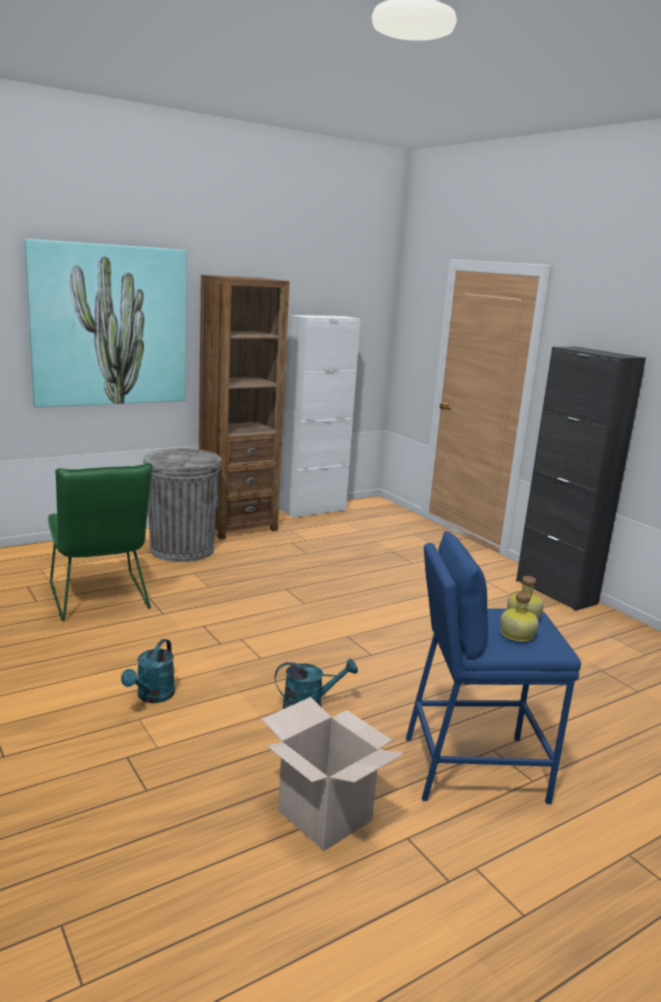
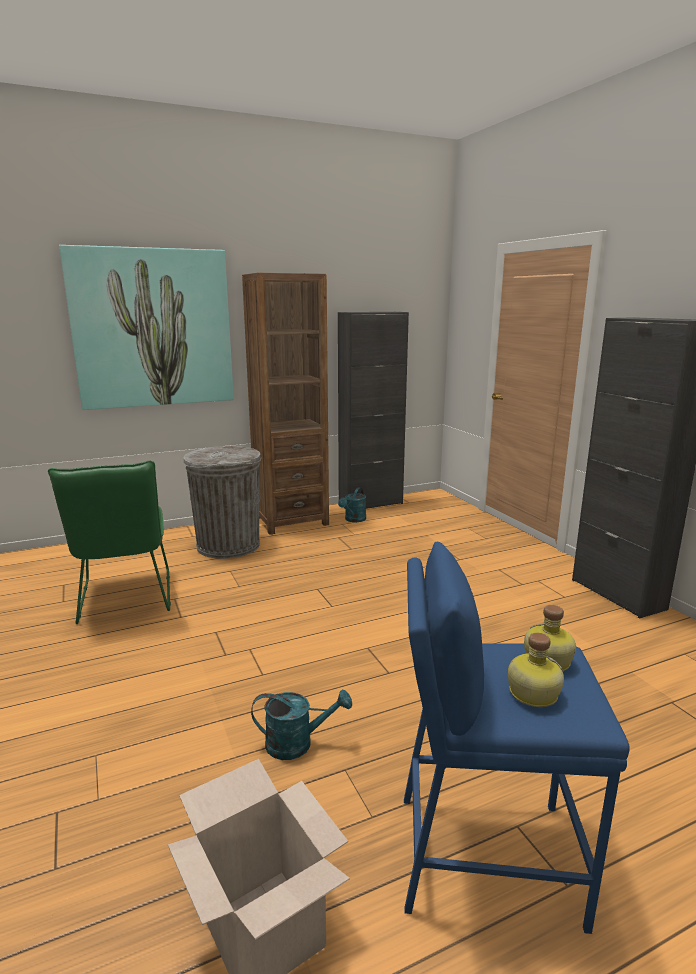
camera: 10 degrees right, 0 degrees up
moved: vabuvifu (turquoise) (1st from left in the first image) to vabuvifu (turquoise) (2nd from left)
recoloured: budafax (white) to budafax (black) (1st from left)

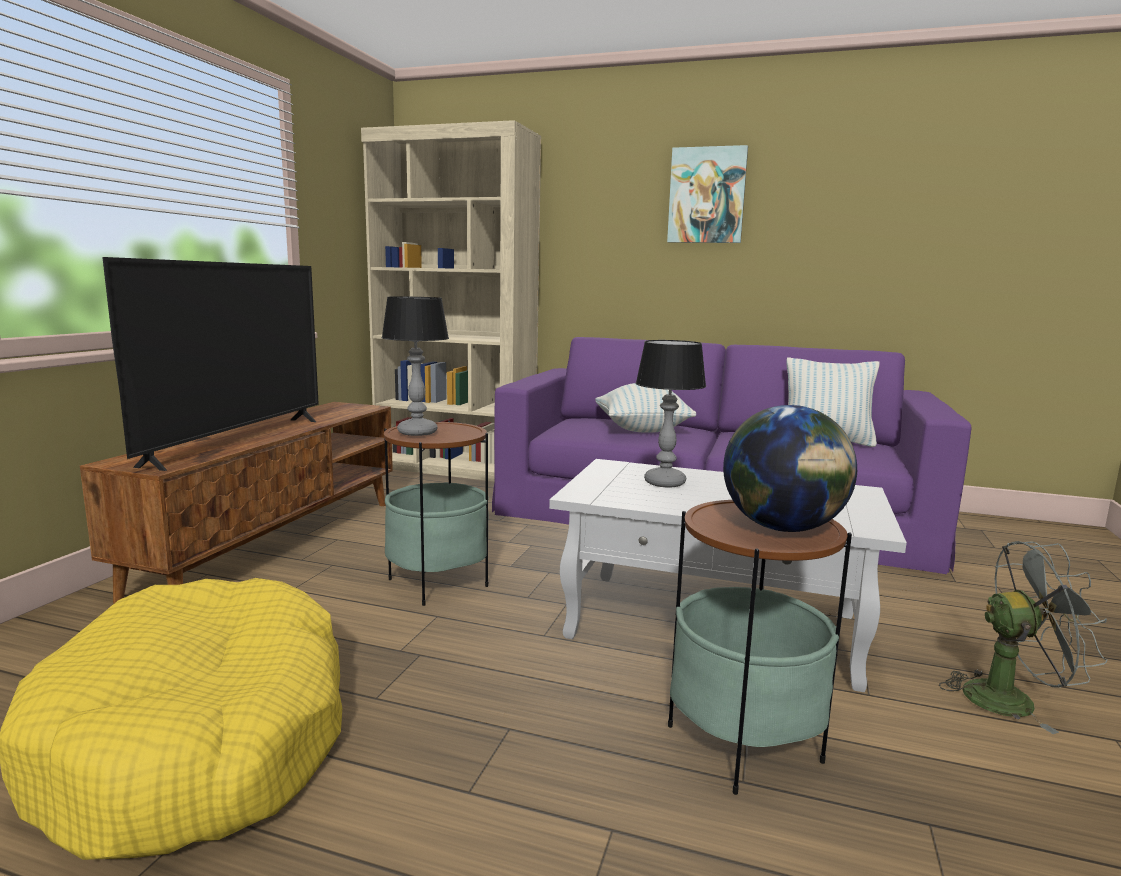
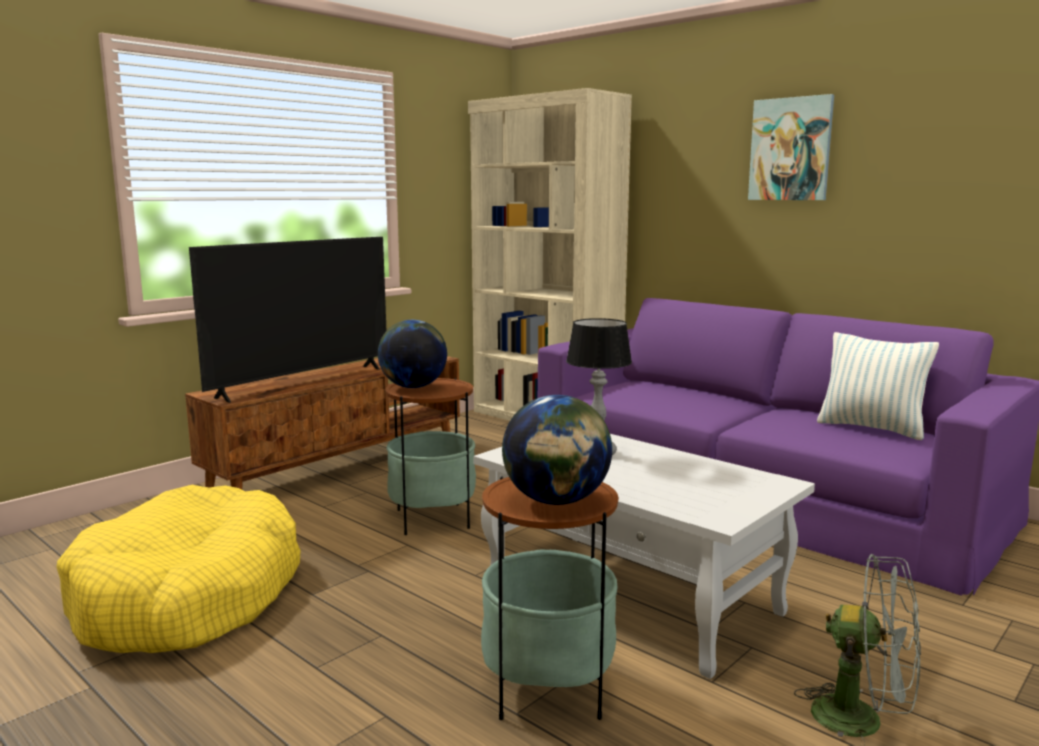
camera: 25 degrees right, 0 degrees up
removed: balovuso (1st from left)
replaced: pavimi (1st from left) to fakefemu (1st from left)

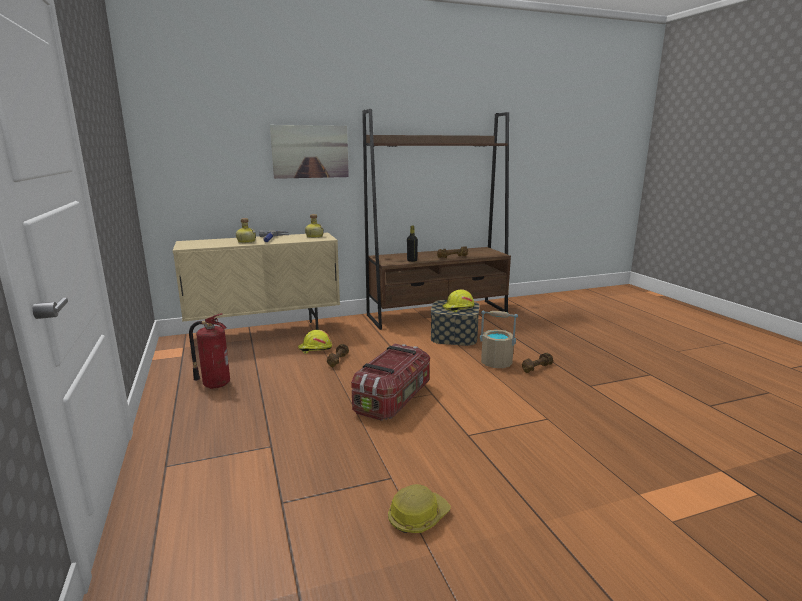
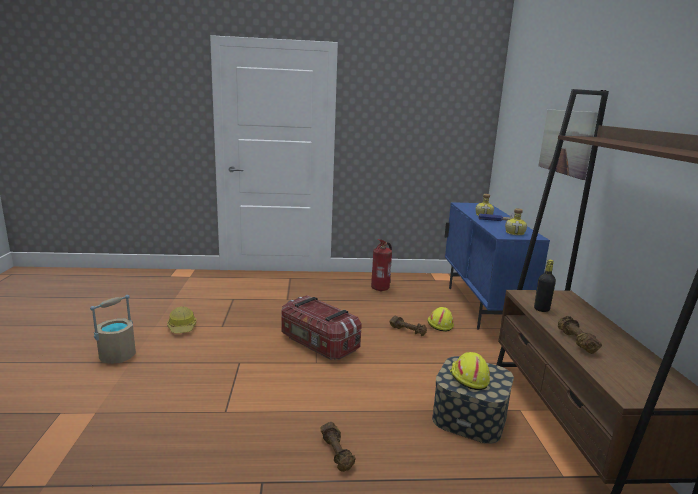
camera: 105 degrees right, 0 degrees up
moved: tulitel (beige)
recoloured: budafax (beige) to budafax (blue)

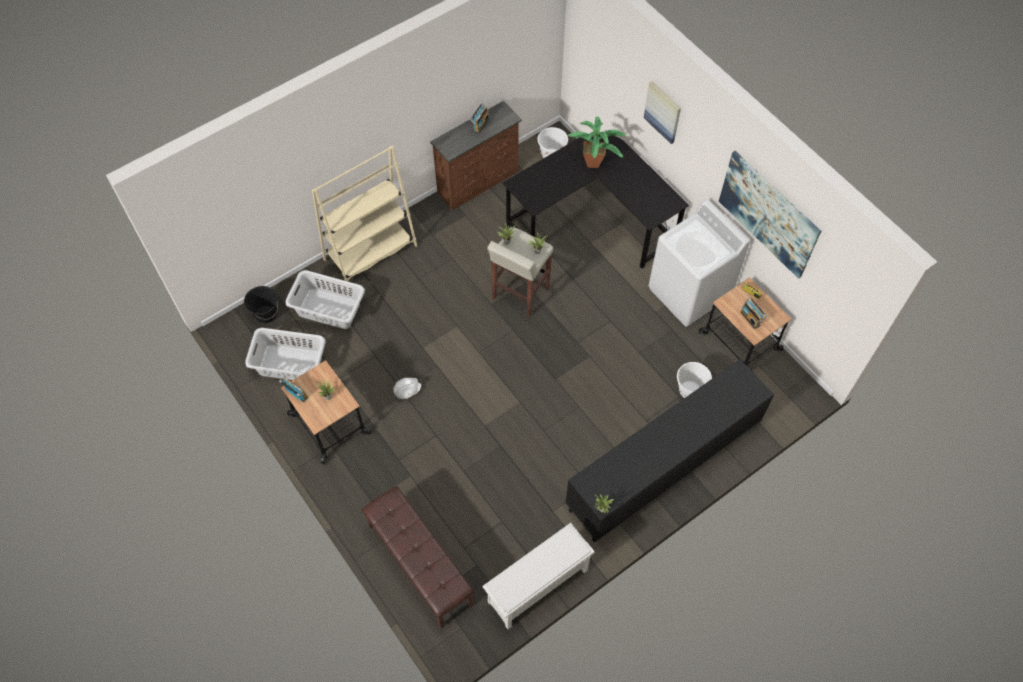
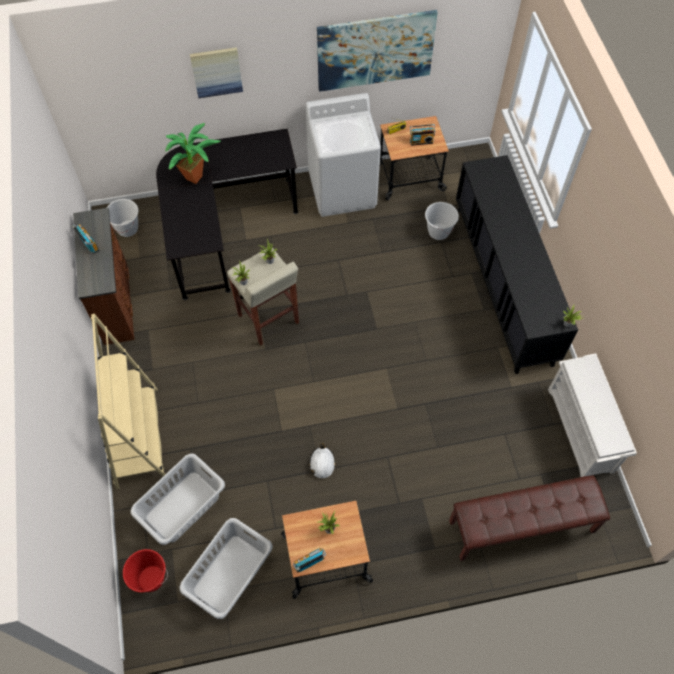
camera: 65 degrees left, 0 degrees up
recoloured: tulitel (black) to tulitel (red)

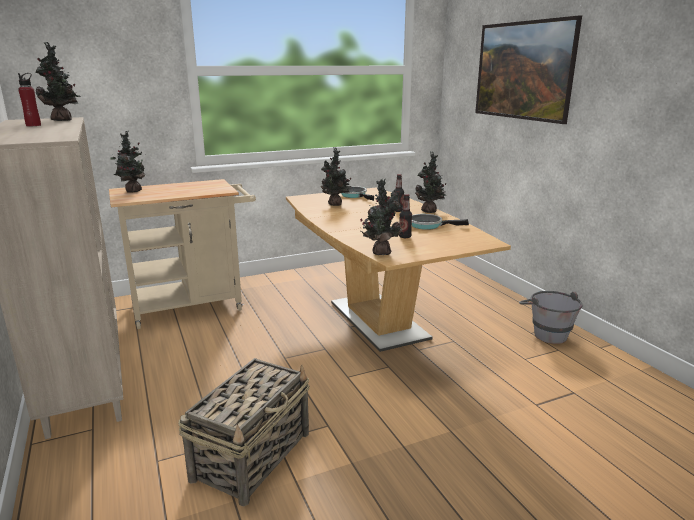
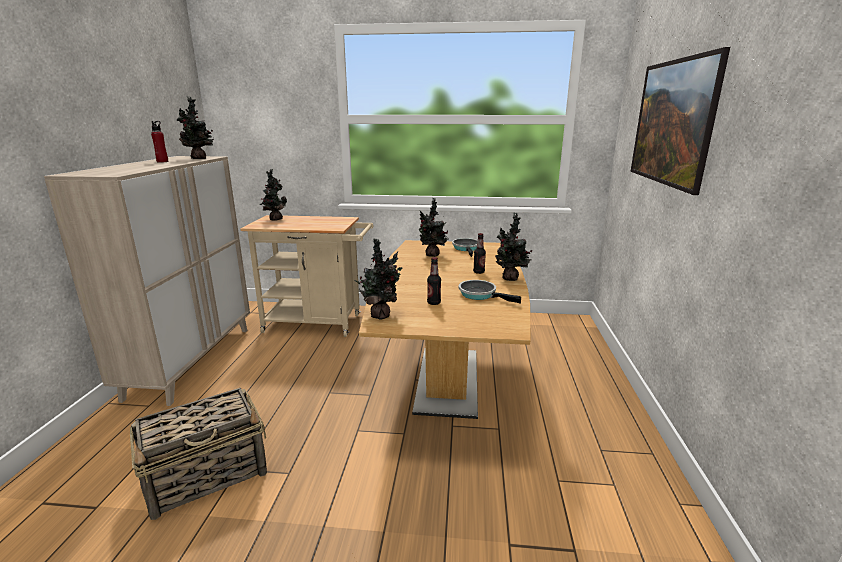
camera: 30 degrees right, 0 degrees up
removed: tulitel (grey)

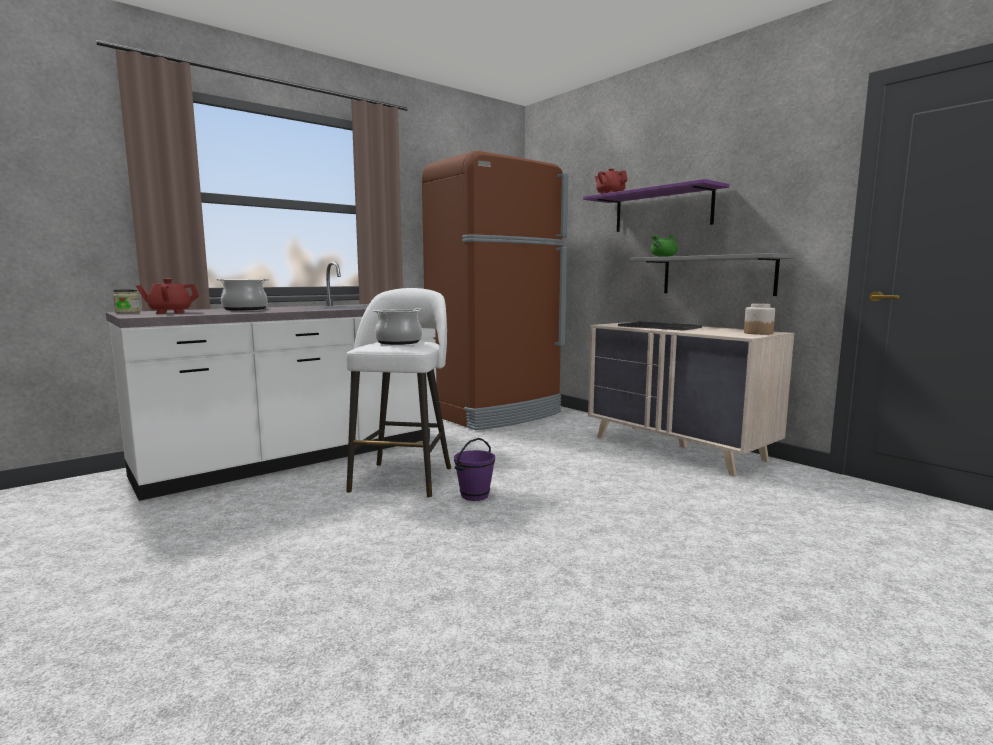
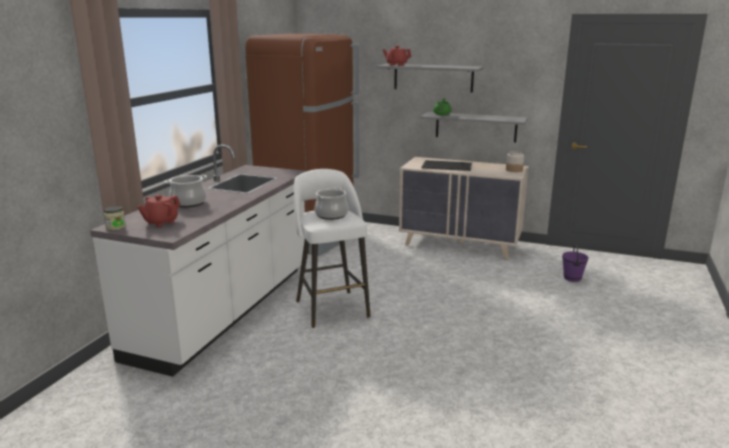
camera: 30 degrees left, 10 degrees up
moved: tulitel (purple)
recoloured: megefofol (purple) to megefofol (grey) (1st from left)

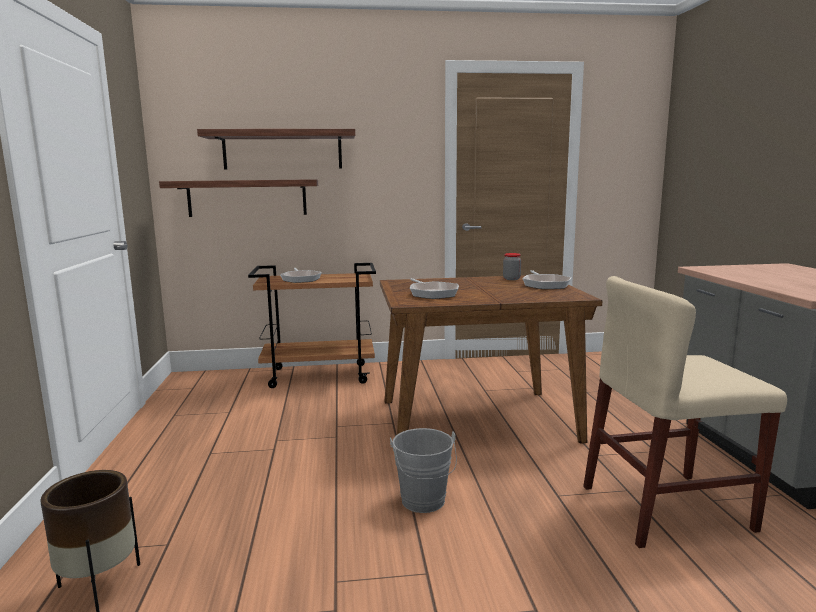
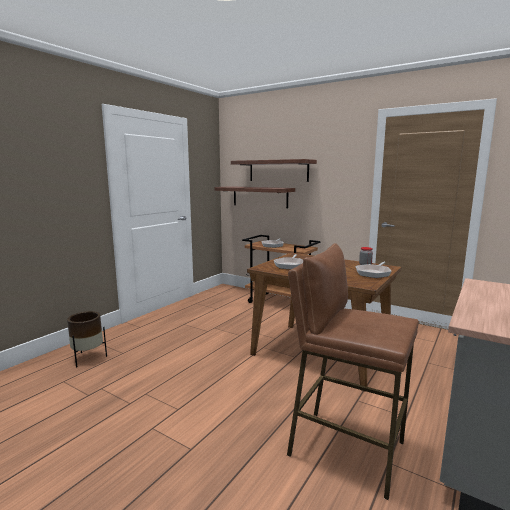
camera: 40 degrees right, 0 degrees up
removed: tulitel (grey)
replaced: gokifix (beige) to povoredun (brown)

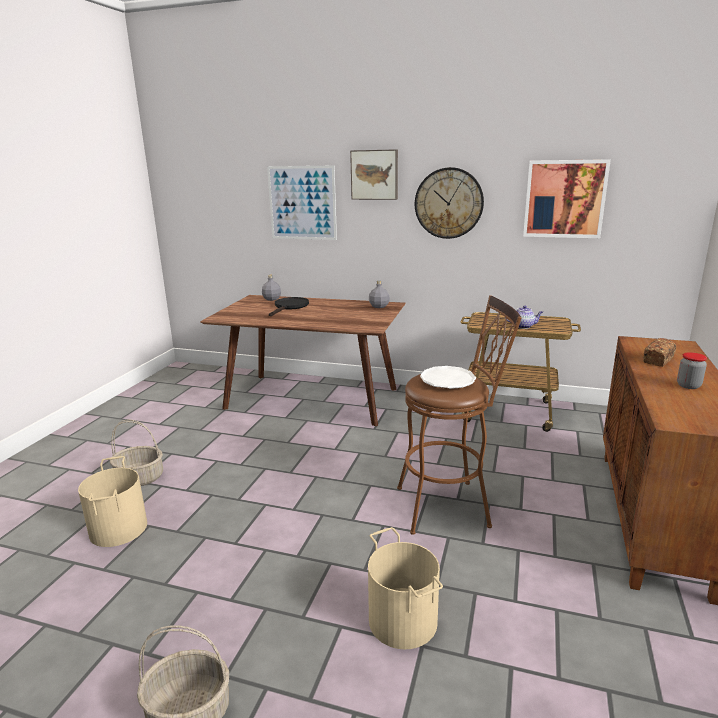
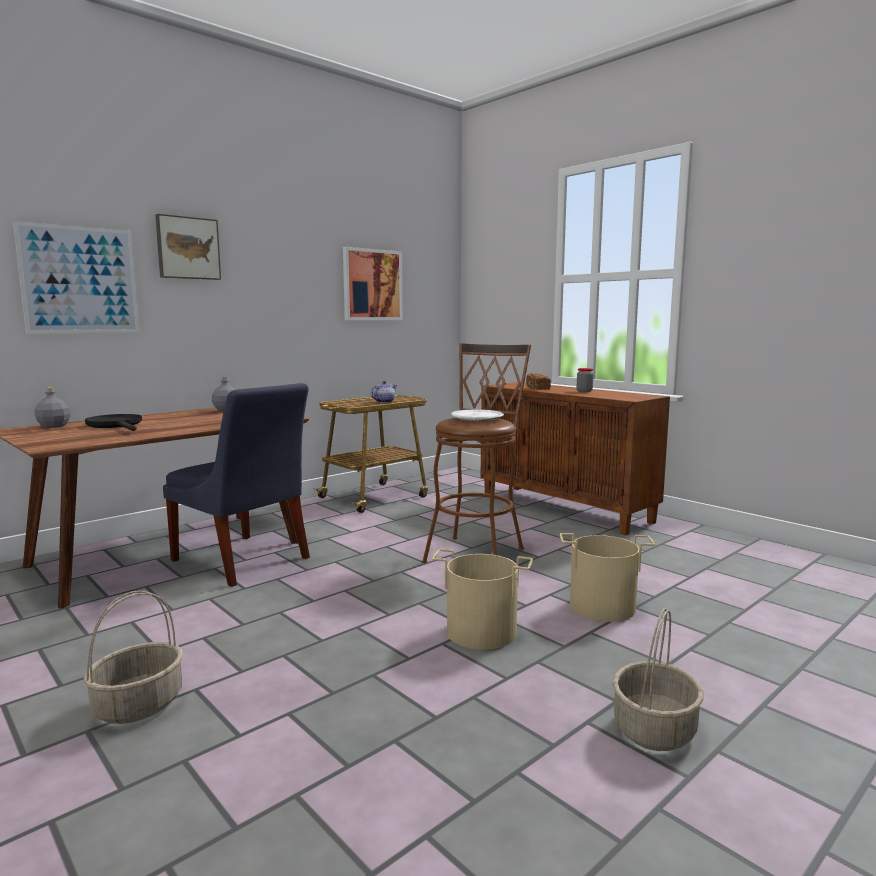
camera: 60 degrees left, 10 degrees down
removed: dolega
added: gokifix (blue)
moved: tulitel (beige) (1st from left)

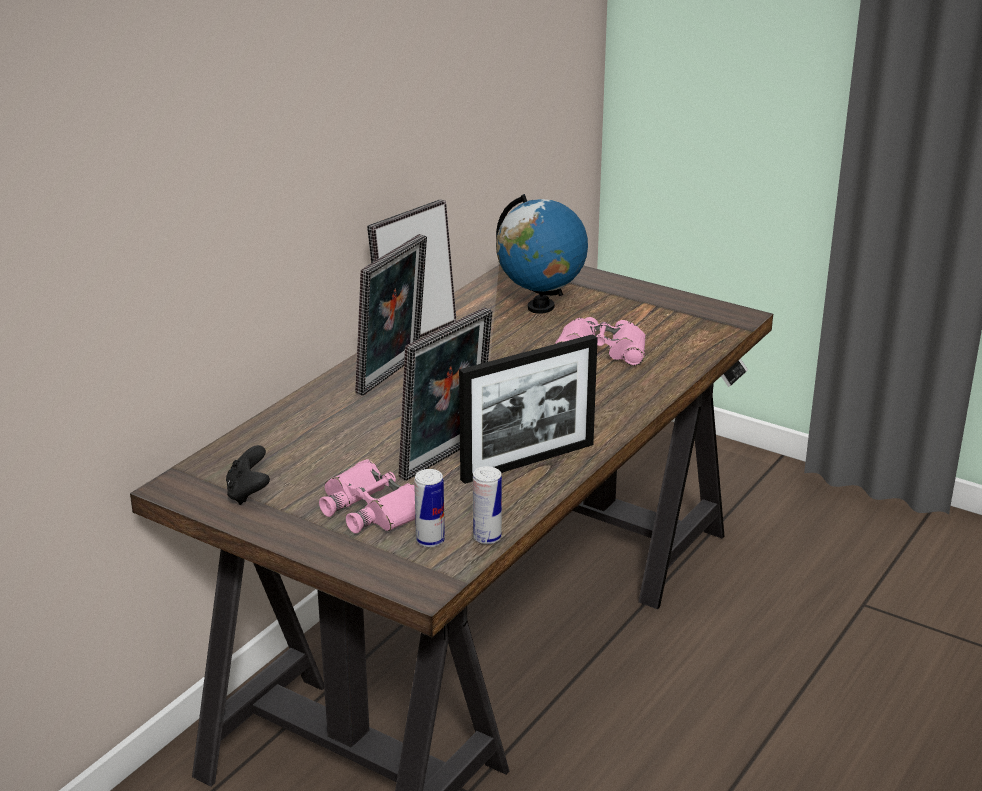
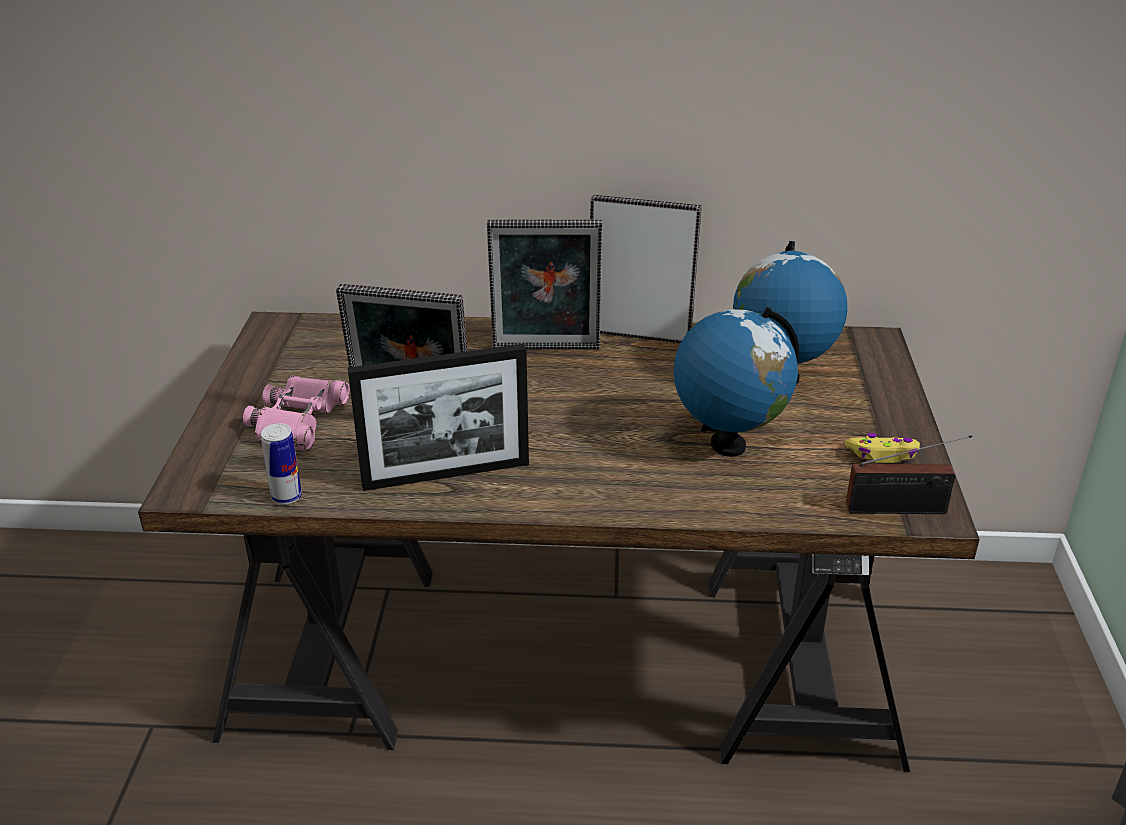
camera: 60 degrees right, 5 degrees up
removed: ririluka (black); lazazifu (1st from left)
added: ririluka (yellow); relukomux
replaced: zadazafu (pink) (2nd from left) to fakefemu (1st from left)
turned: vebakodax (4th from left in the first image) 45 degrees counterclockwise

